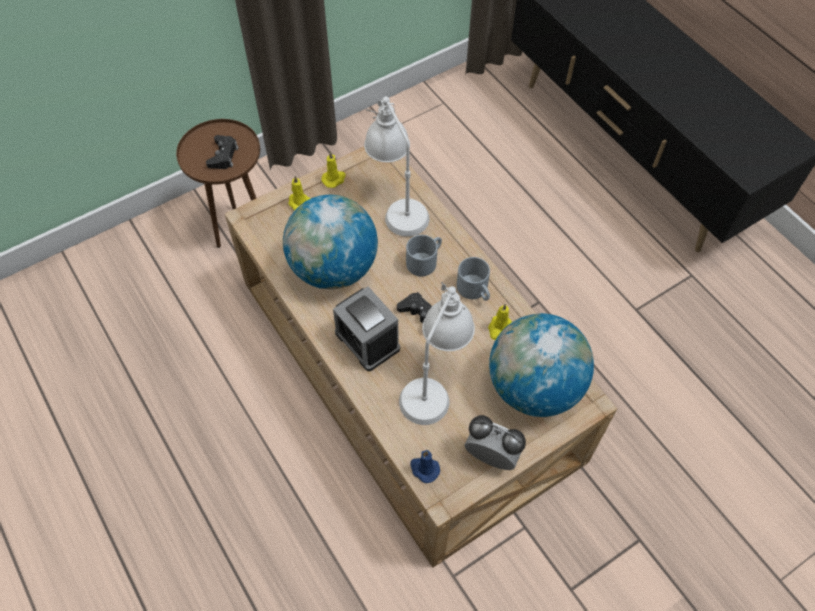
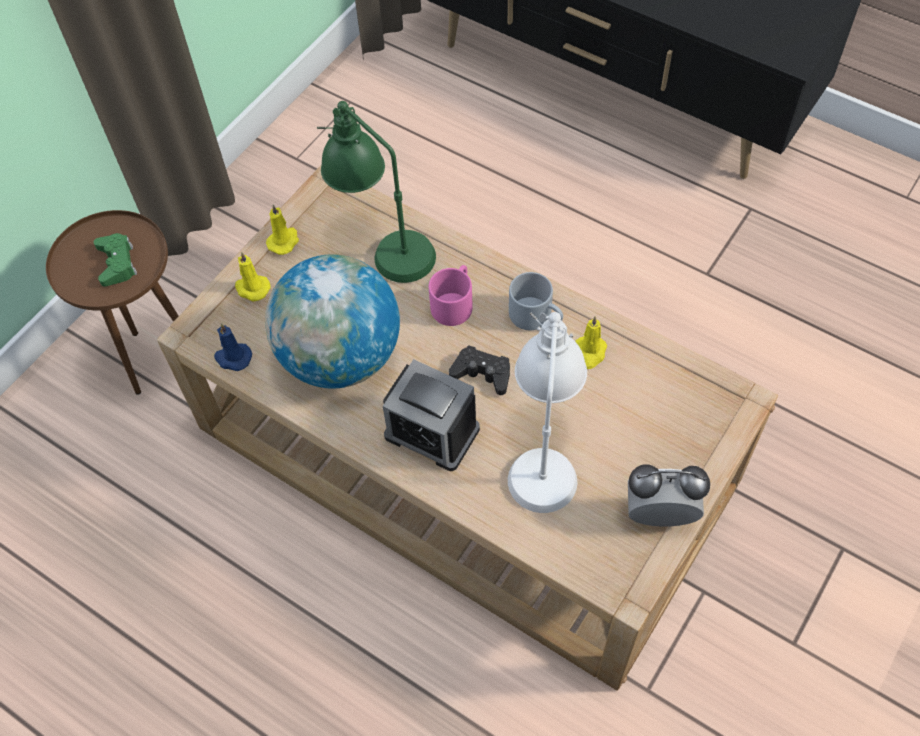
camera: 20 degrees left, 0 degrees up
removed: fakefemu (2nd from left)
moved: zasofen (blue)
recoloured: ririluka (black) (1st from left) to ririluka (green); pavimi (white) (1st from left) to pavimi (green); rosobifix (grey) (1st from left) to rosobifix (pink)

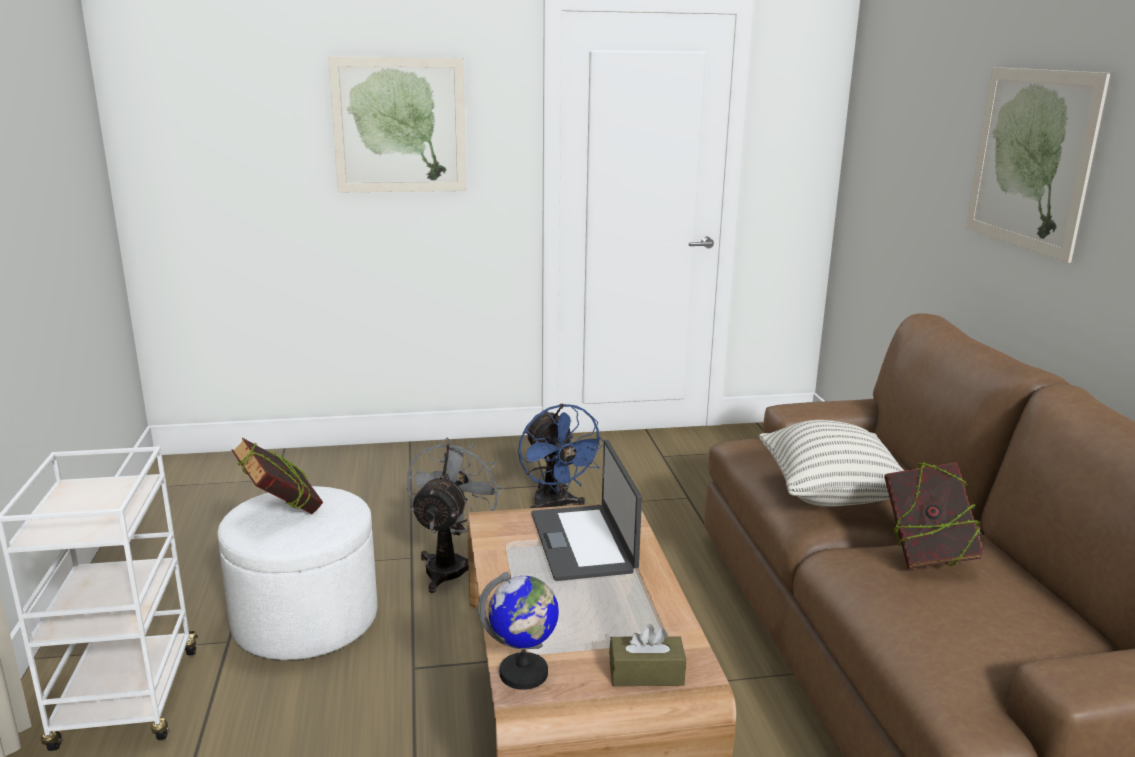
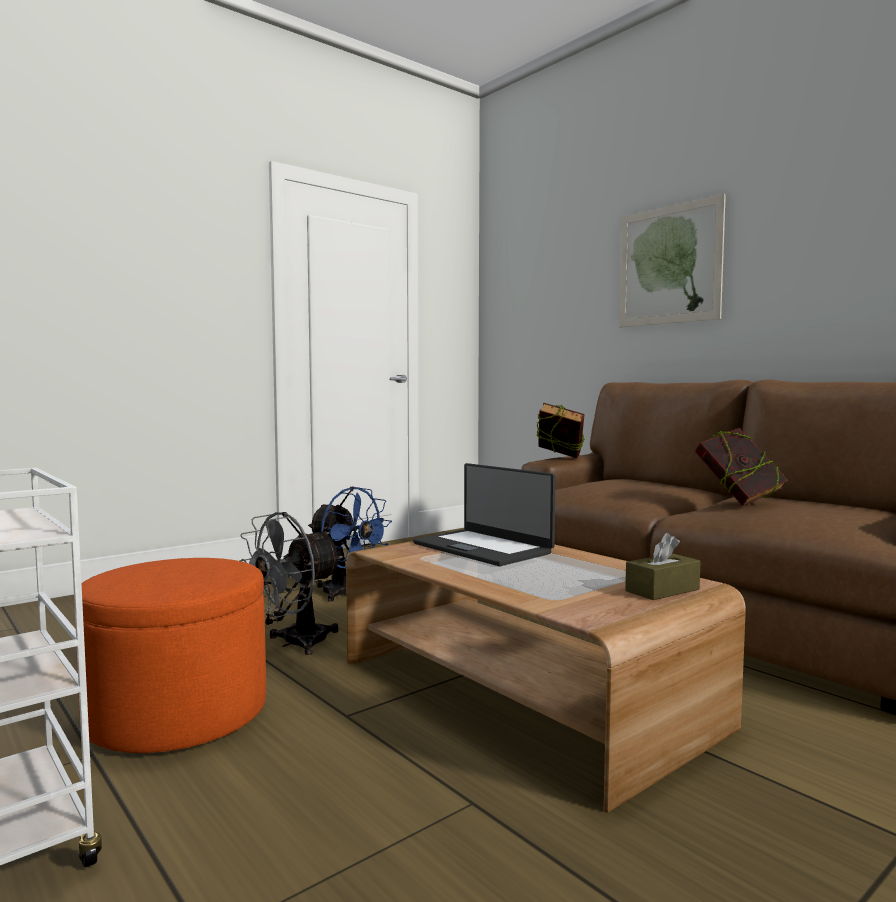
camera: 30 degrees left, 15 degrees down
removed: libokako (1st from left); fakefemu; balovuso
moved: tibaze (1st from left)
recoloured: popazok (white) to popazok (orange)
turned: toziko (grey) 120 degrees counterclockwise

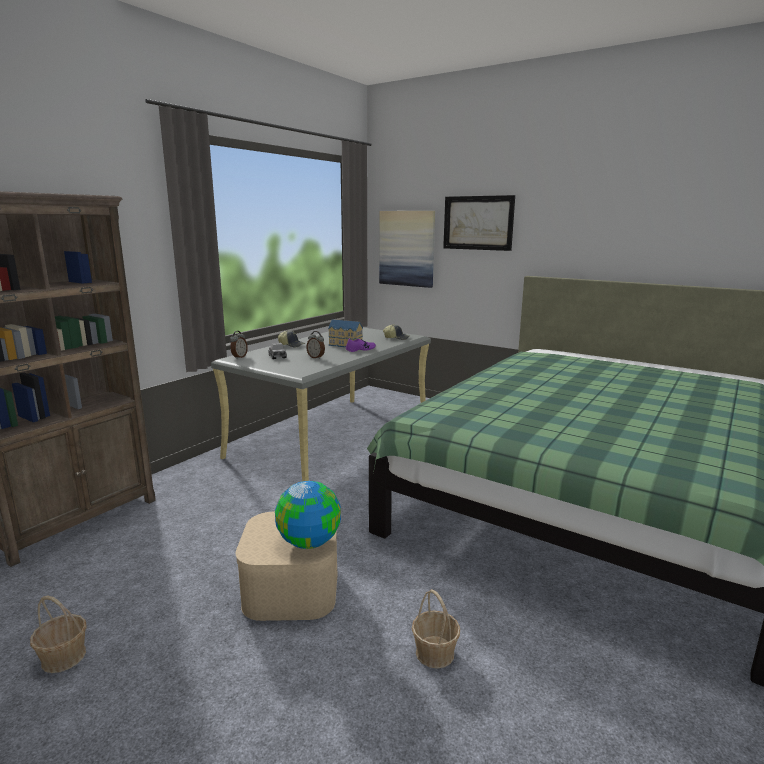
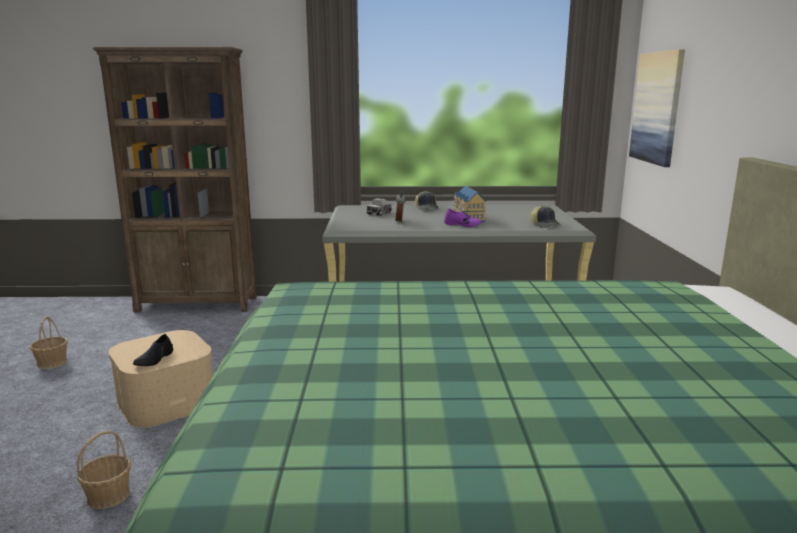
camera: 55 degrees right, 0 degrees up
removed: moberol (1st from left); libokako (2nd from left)
replaced: fakefemu to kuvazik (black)

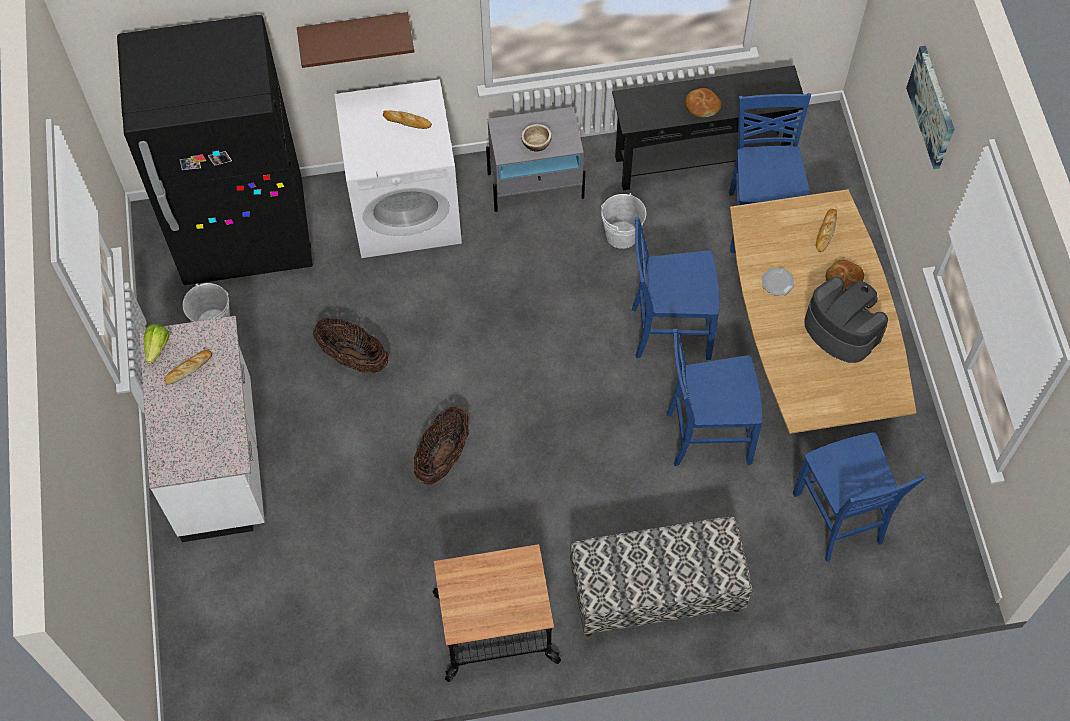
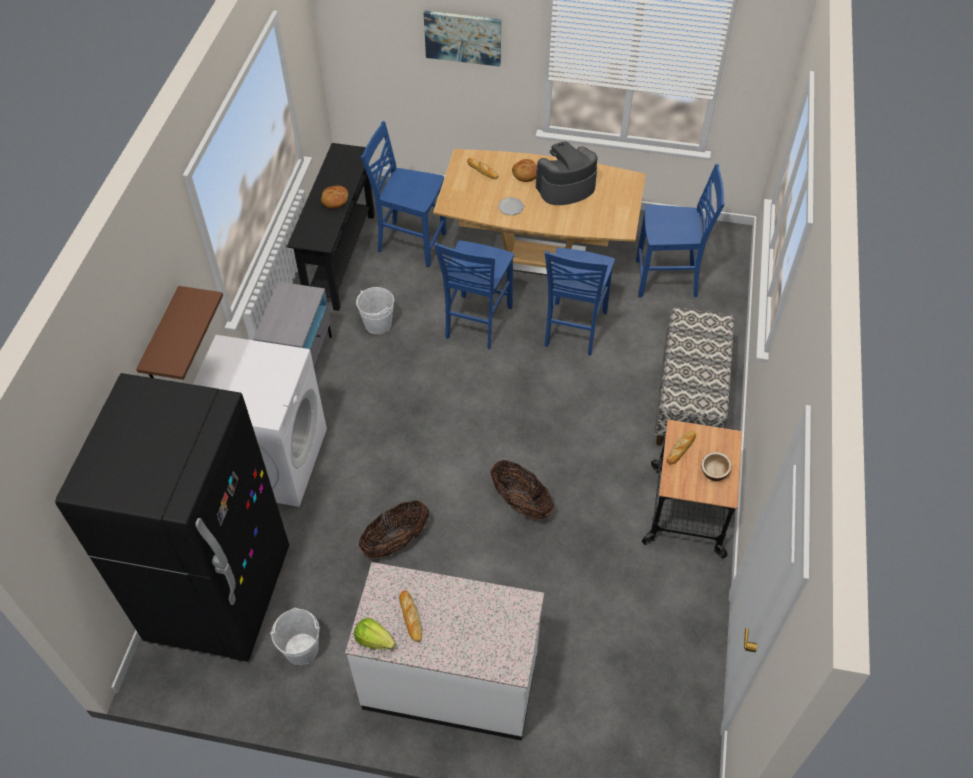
camera: 70 degrees left, 10 degrees down
moved: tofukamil (2nd from left in the first image) to tofukamil (5th from left); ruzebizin

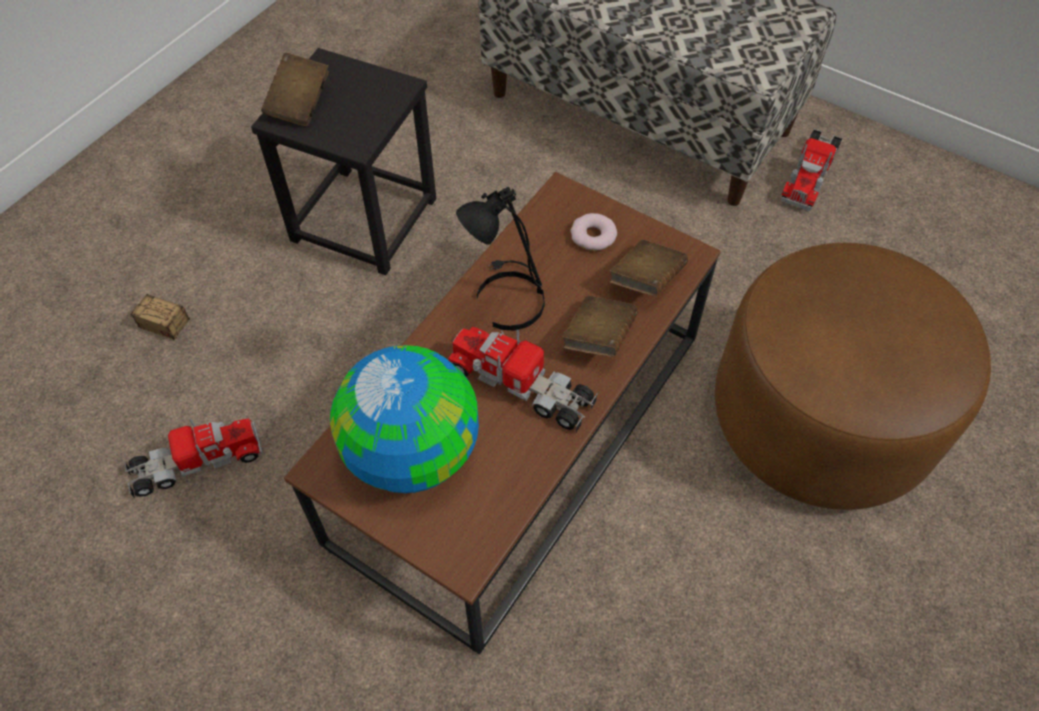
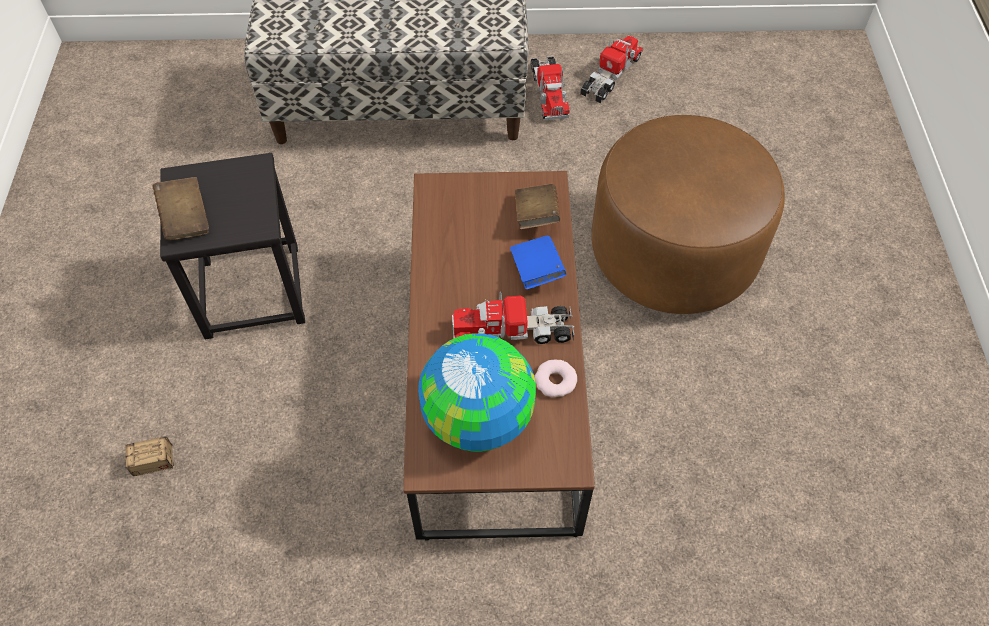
camera: 35 degrees left, 0 degrees up
removed: pavimi (black)
moved: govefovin (1st from left in the first image) to govefovin (3rd from left); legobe
recoloured: tibaze (brown) (2nd from left) to tibaze (blue)

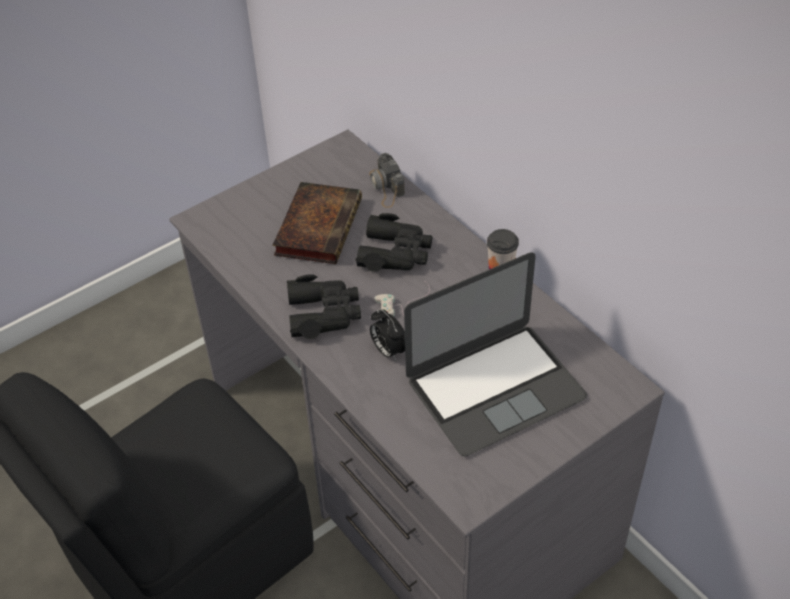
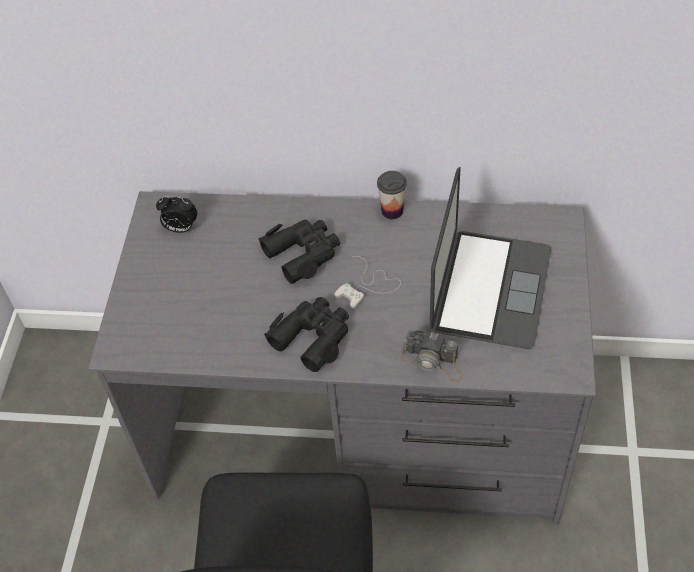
camera: 45 degrees left, 5 degrees up
removed: tibaze
moved: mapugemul; moberol

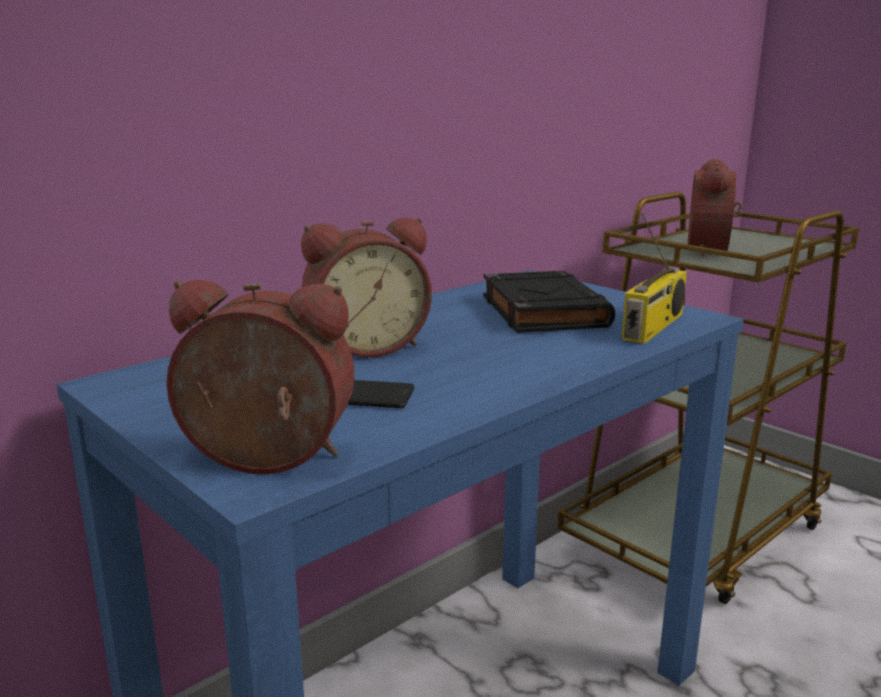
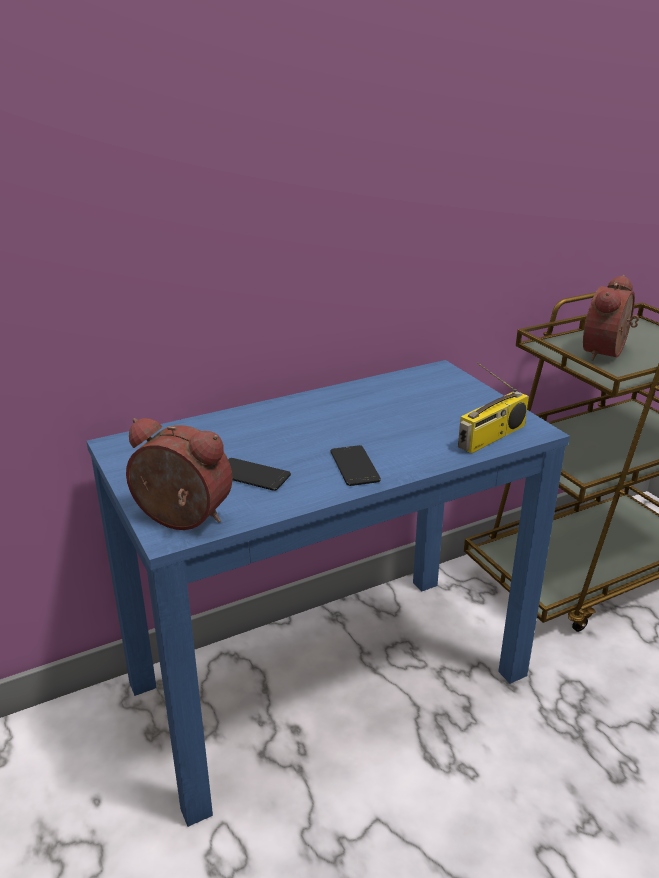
camera: 15 degrees right, 10 degrees up
removed: moberol (2nd from left); tibaze (black)
added: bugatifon (2nd from left)

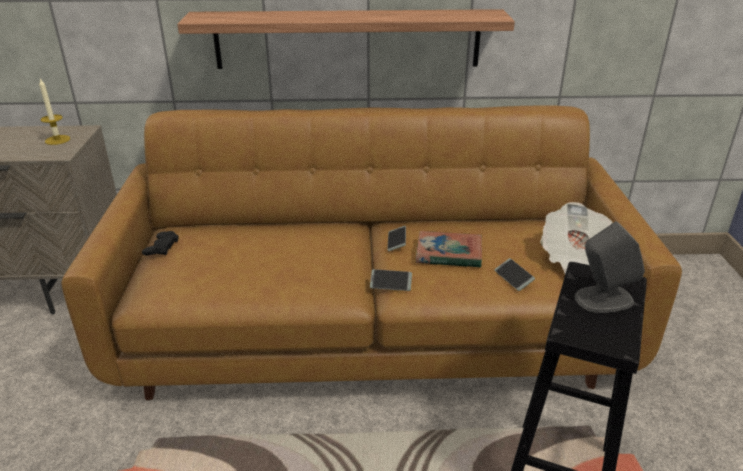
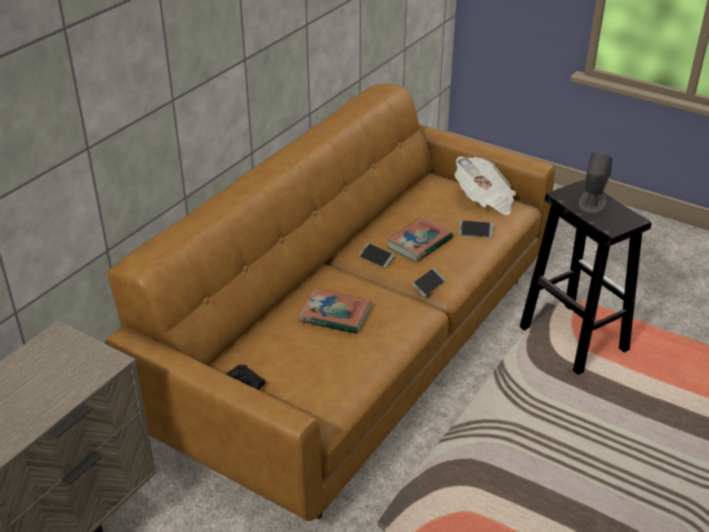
camera: 55 degrees left, 5 degrees up
removed: zasofen; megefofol
added: tibaze (1st from left)

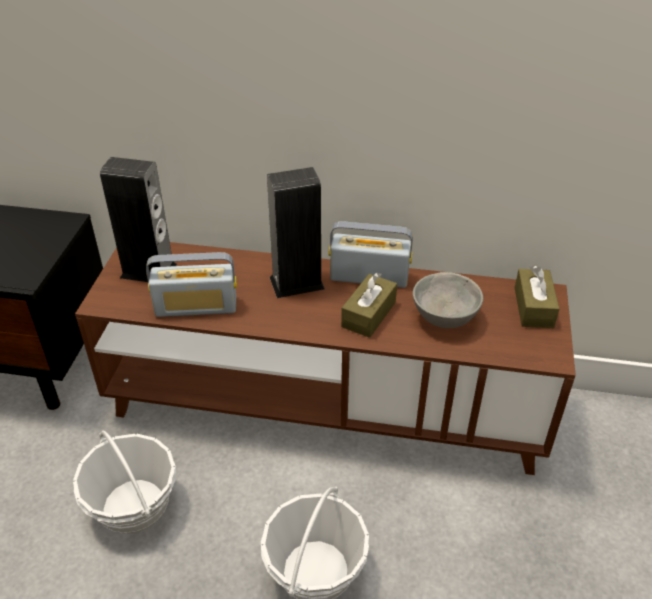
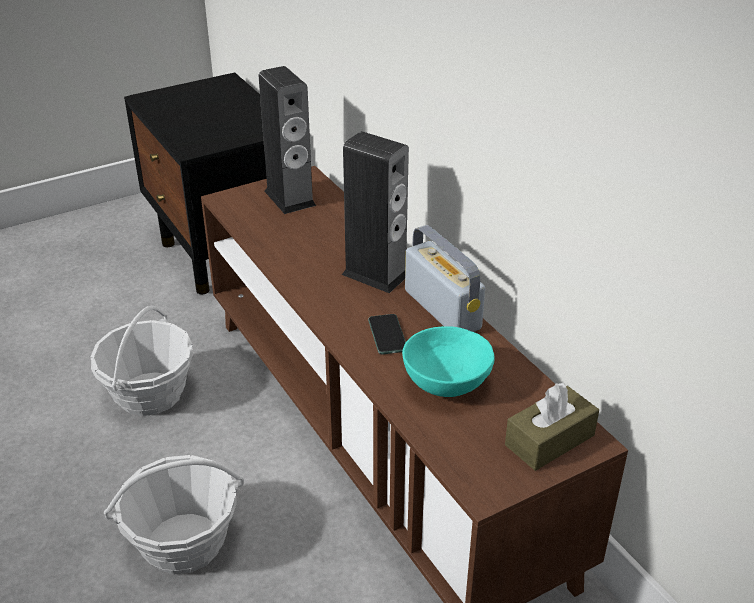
camera: 50 degrees right, 5 degrees down
removed: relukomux (1st from left)
replaced: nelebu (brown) (1st from left) to bugatifon
recoloured: ruzebizin (grey) to ruzebizin (turquoise)

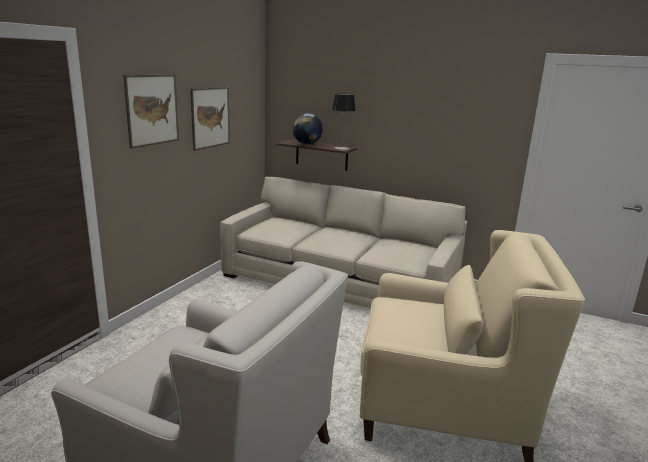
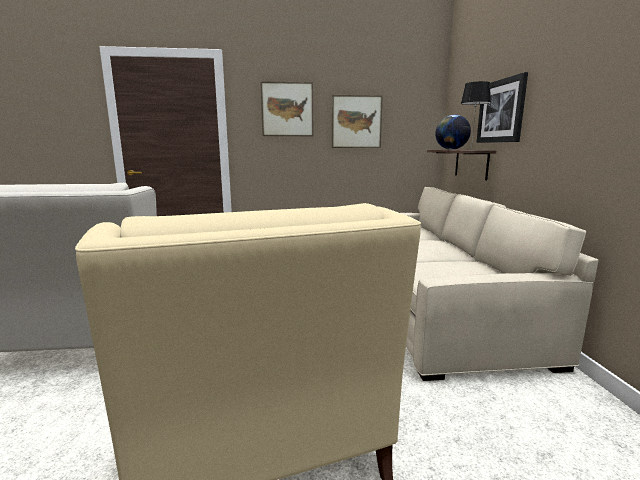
camera: 60 degrees right, 5 degrees down
added: libokako (3rd from left)

